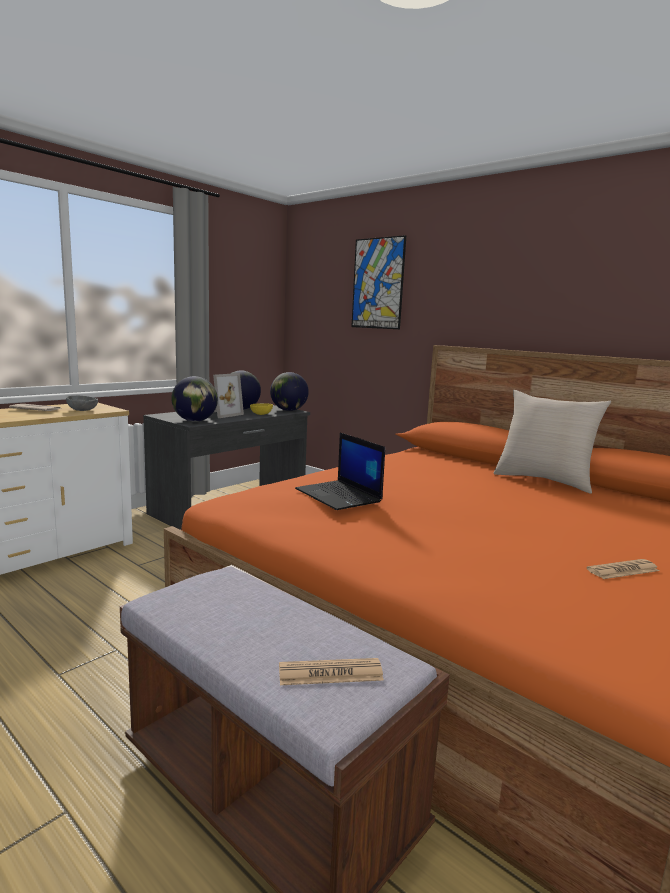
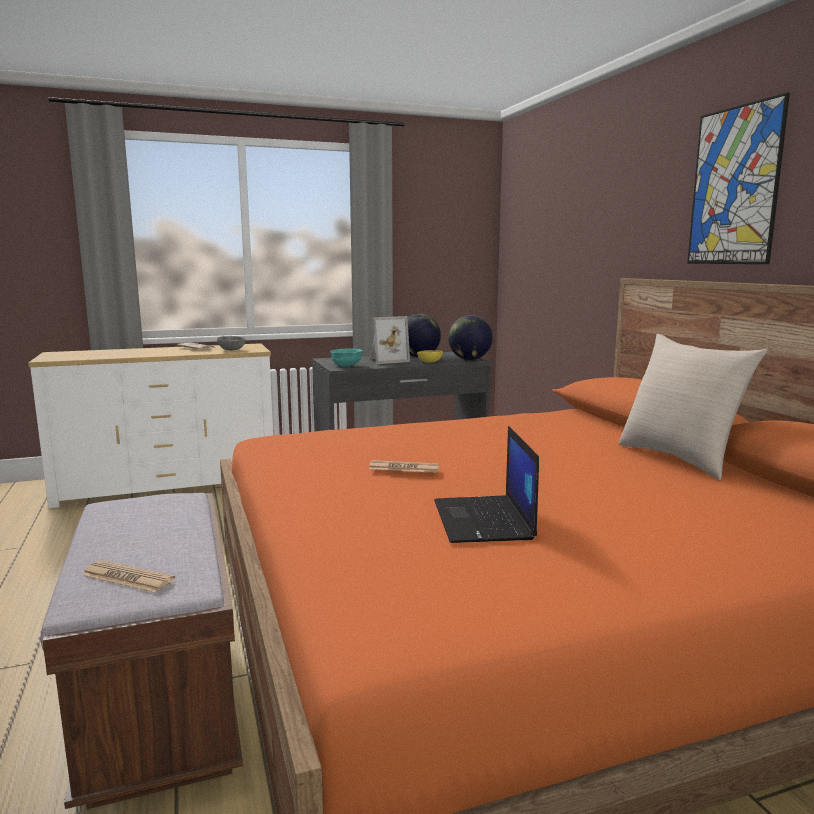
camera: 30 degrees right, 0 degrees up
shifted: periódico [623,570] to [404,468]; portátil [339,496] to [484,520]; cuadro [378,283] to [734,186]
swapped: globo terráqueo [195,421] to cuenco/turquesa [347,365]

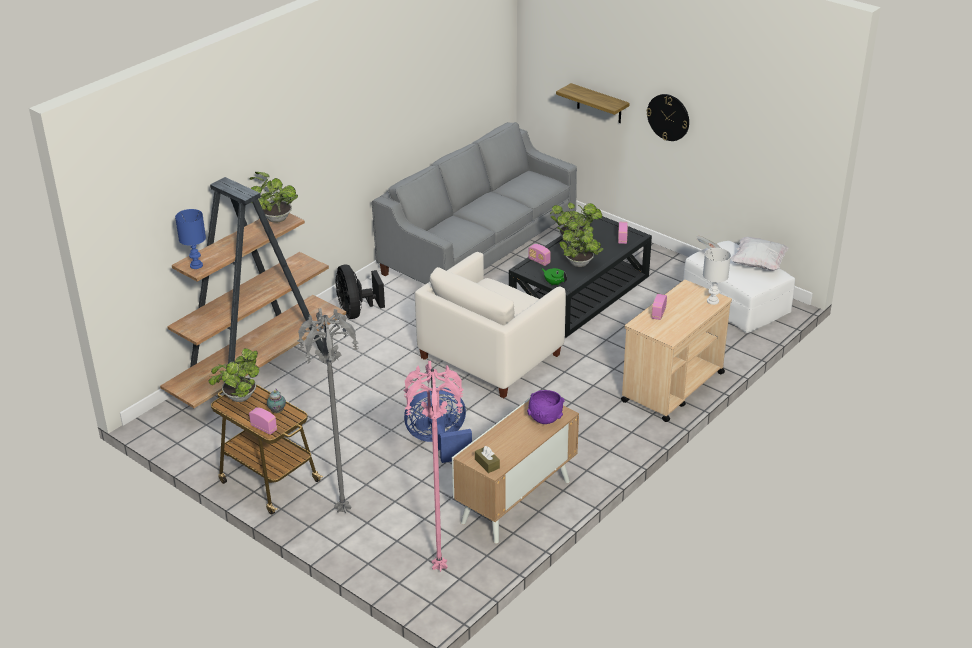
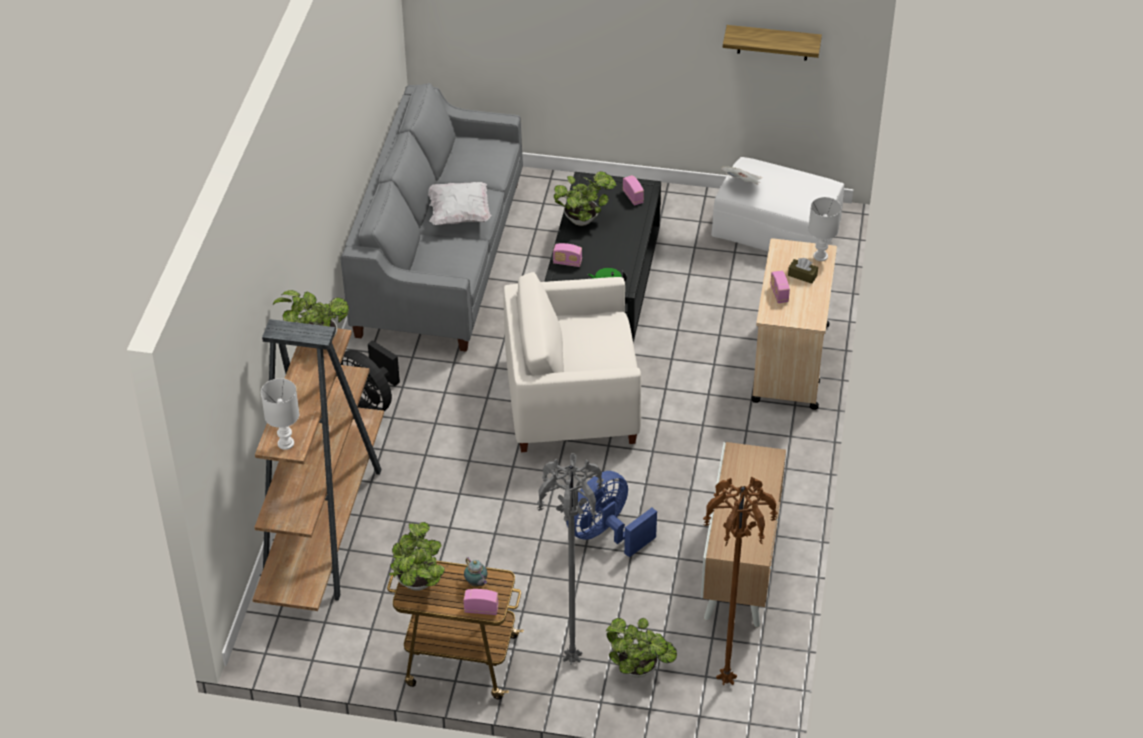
camera: 30 degrees left, 10 degrees up
gone: cuenco/morado [545,419]; reloj de pared [668,117]
shifted: cojín/blanco [758,264] to [459,214]; planta en maceta [580,264] to [640,670]; estante [599,104] to [773,42]; caja de pañuelos/marrón [487,464] to [802,275]
repainted: lámpara de mesa/azul [197,265] to lámpara de mesa/blanco [286,443]; lámpara de pie/rosa [439,570] to lámpara de pie/marrón [727,682]
rotated: sillón/blanco [491,356] = [571,400] 75 degrees clockwise

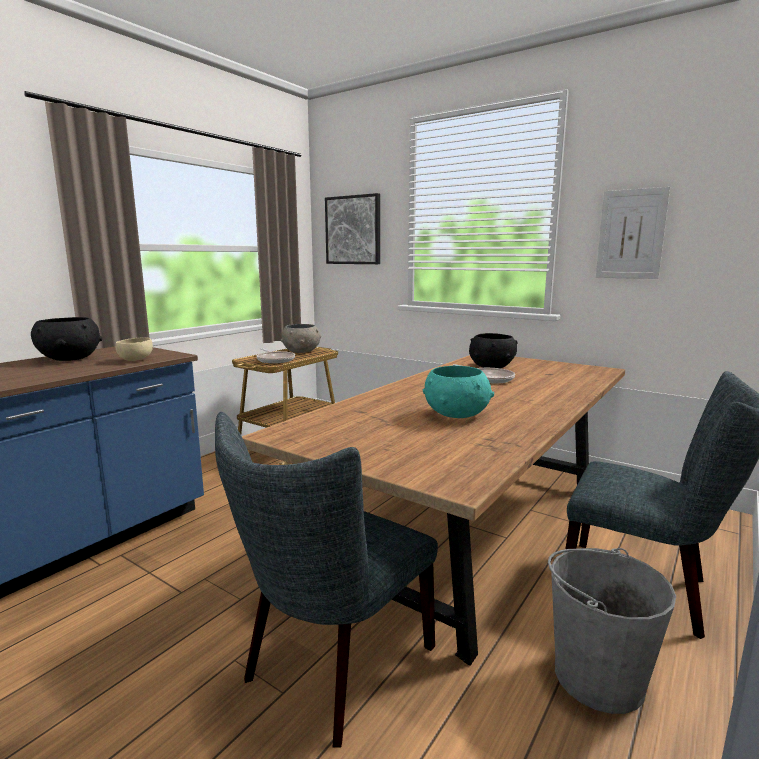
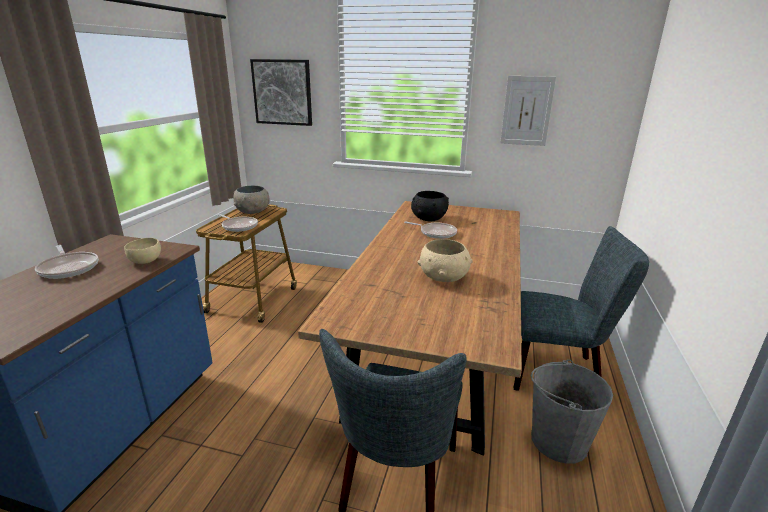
camera: 20 degrees left, 10 degrees up
swapped: cuenco/negro [69,359] to sartén [69,268]
repainted: cuenco/turquesa [456,415] to cuenco/beis [443,278]

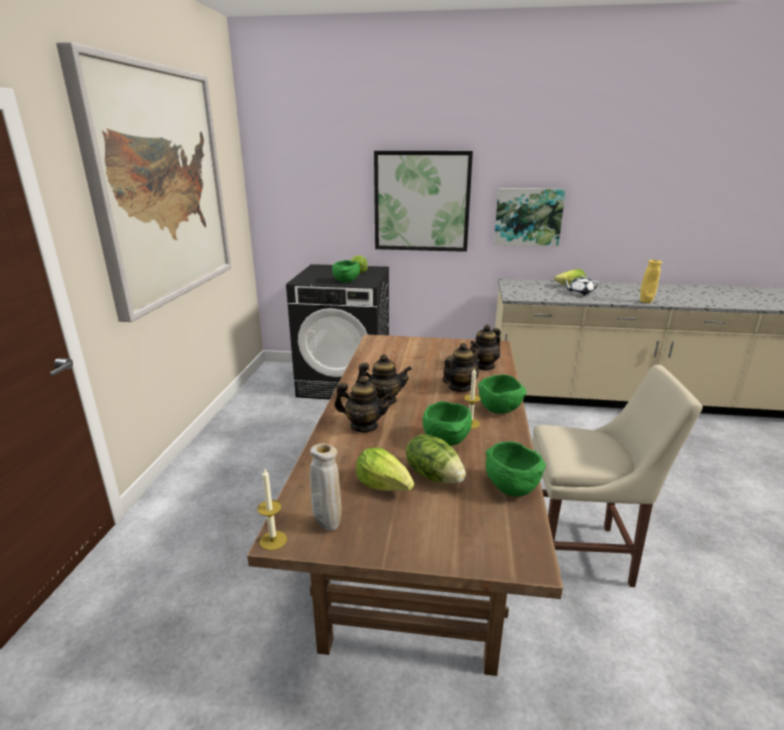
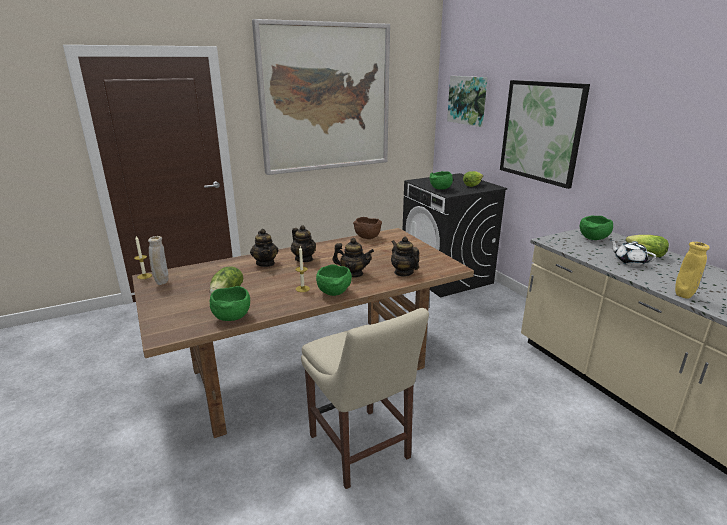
camera: 55 degrees right, 0 degrees up
gone: lechuga [384,485]
new: cuenco/marrón [367,238]
shifted: cuadro [528,217] to [467,100]; cuenco/verde [447,441] to [593,239]
rotated: tetera [484,366] = [403,272] 45 degrees clockwise

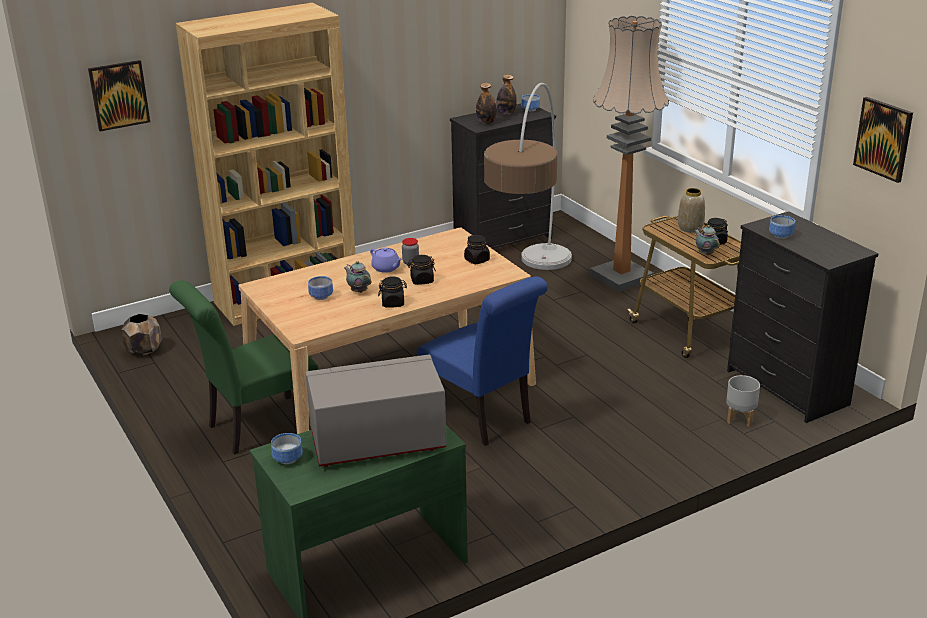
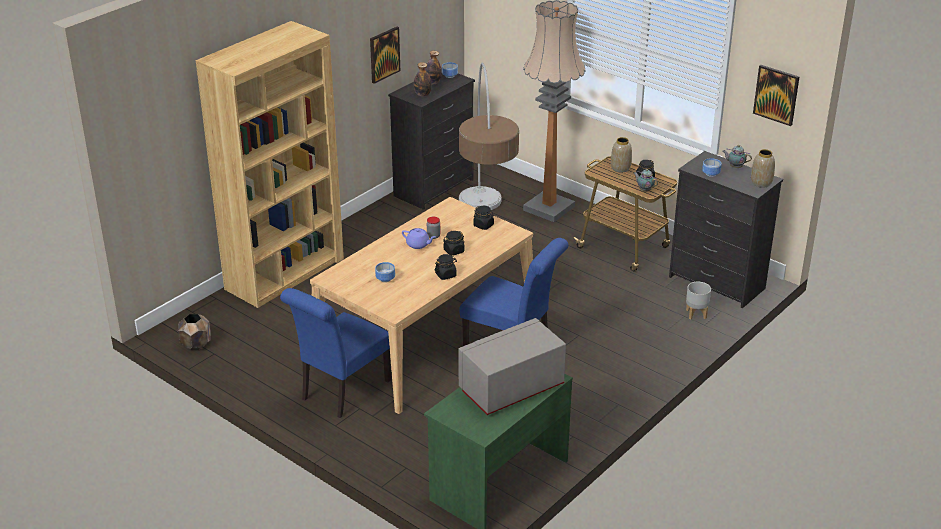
camera: 20 degrees left, 5 degrees up
gone: cuenco [289,458]
new: florero [761,183]
shifted: cuadro [119,95] to [384,54]; tetera [358,291] to [735,167]
repainted: silla/verde [256,427] to silla/azul [341,392]

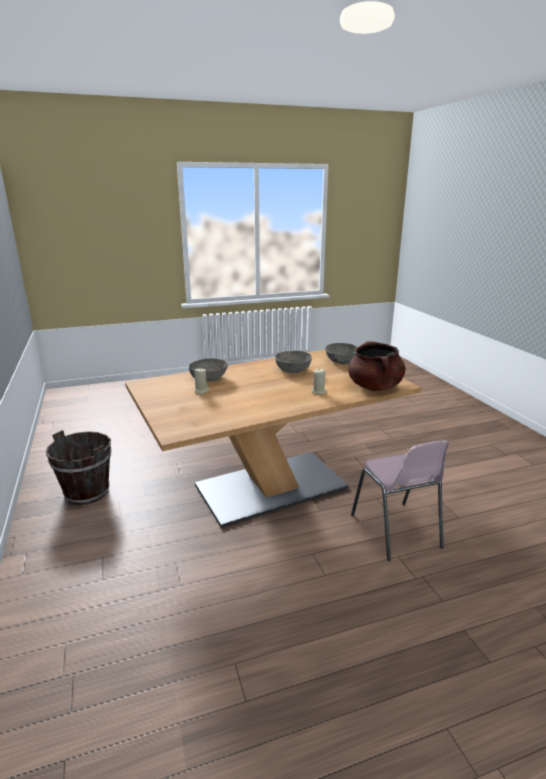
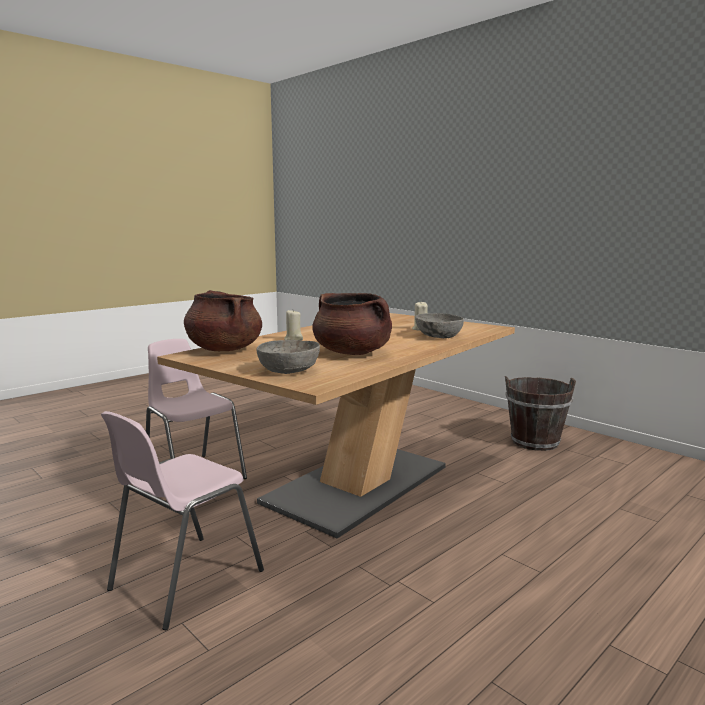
camera: 155 degrees right, 10 degrees down
new: silla/rosa [184,580]
swapped: cuenco/gris [293,370] to olla/marrón [353,353]

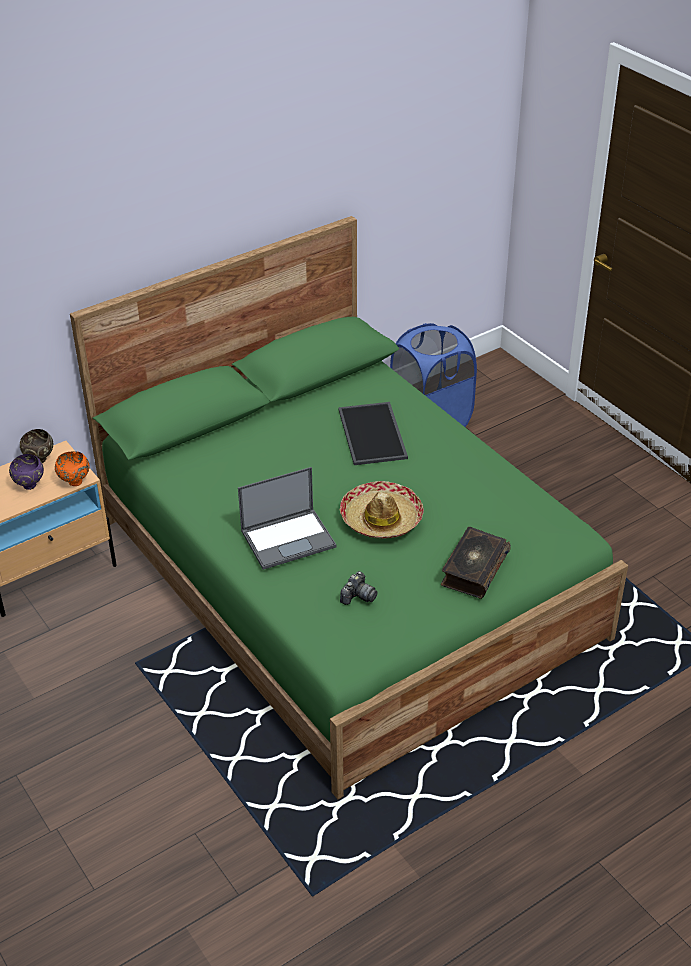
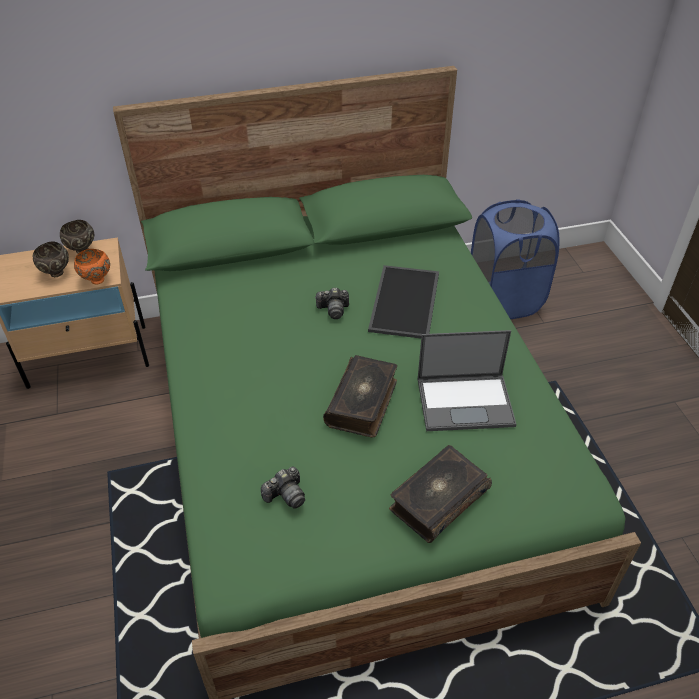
camera: 20 degrees right, 5 degrees up
new: cámara [333,309]
shifted: portátil [289,538] to [466,401]
swapped: sombrero [381,519] to libro [363,403]
repainted: cuenco/morado [29,486] to cuenco/marrón [56,274]

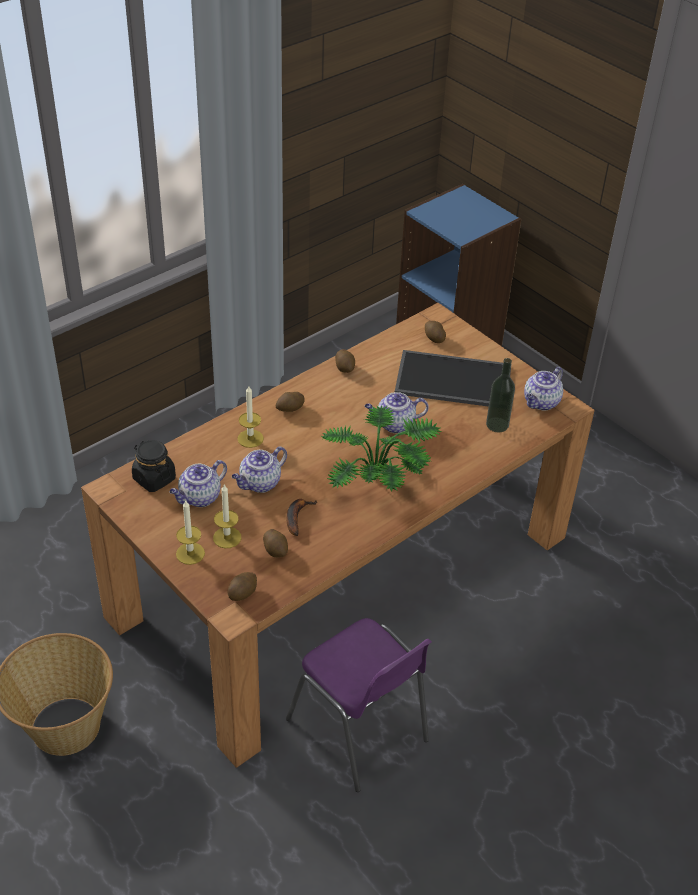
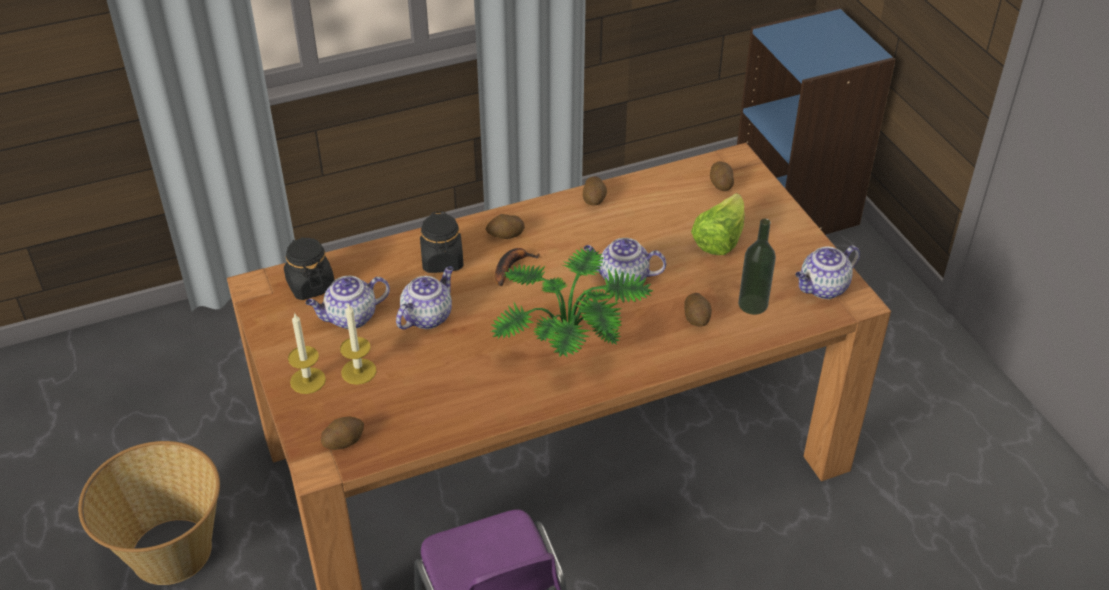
camera: 20 degrees right, 0 degrees up
shifted: plátano [296,517] to [511,267]; patata [276,550] to [697,318]
swapped: vela [250,438] to tarro/negro [442,261]; bandeja [452,381] to lechuga [719,240]
rotated: tetera [259,483] = [427,316] 150 degrees clockwise

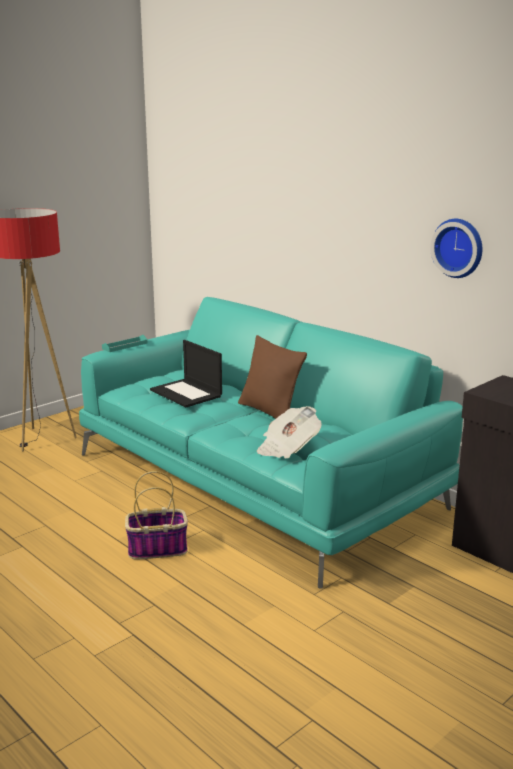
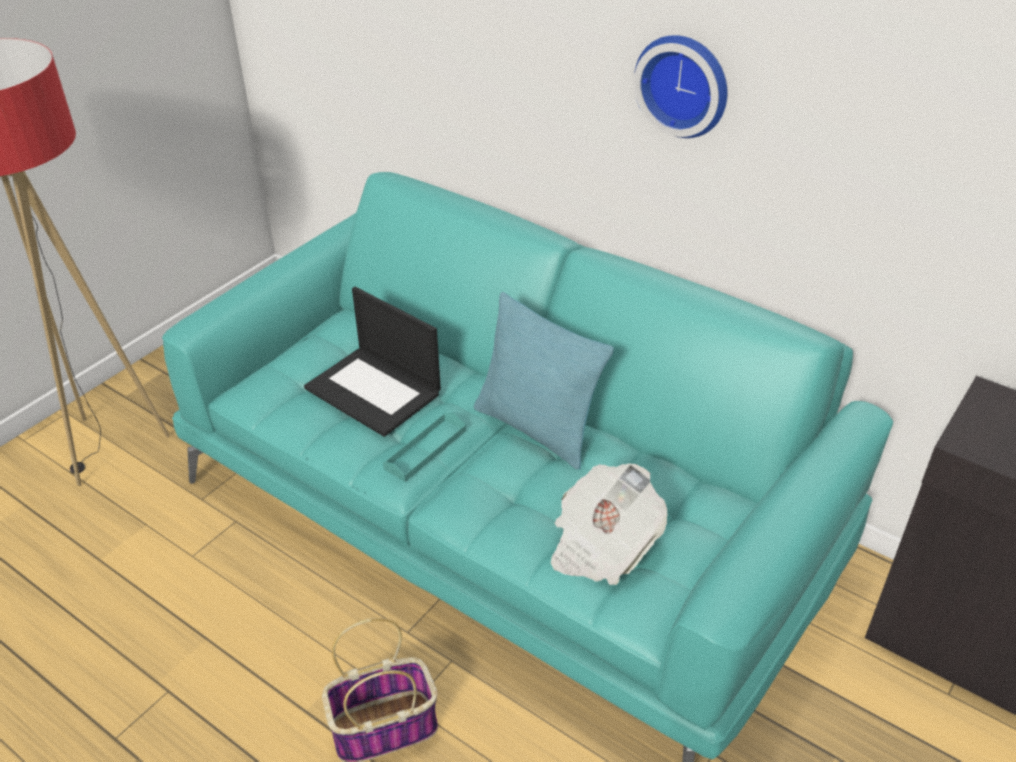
camera: 10 degrees left, 20 degrees up
shifted: bandeja/turquesa [125,346] to [425,449]; reloj de pared [459,247] to [684,84]
repainted: cojín/marrón [269,412] to cojín/turquesa [537,429]

